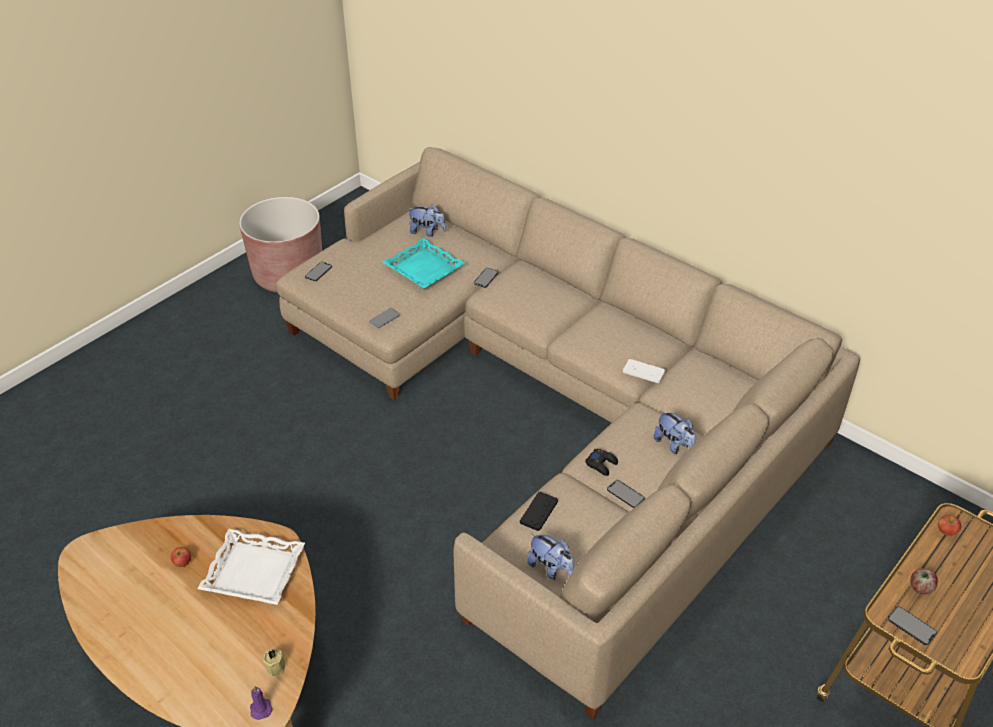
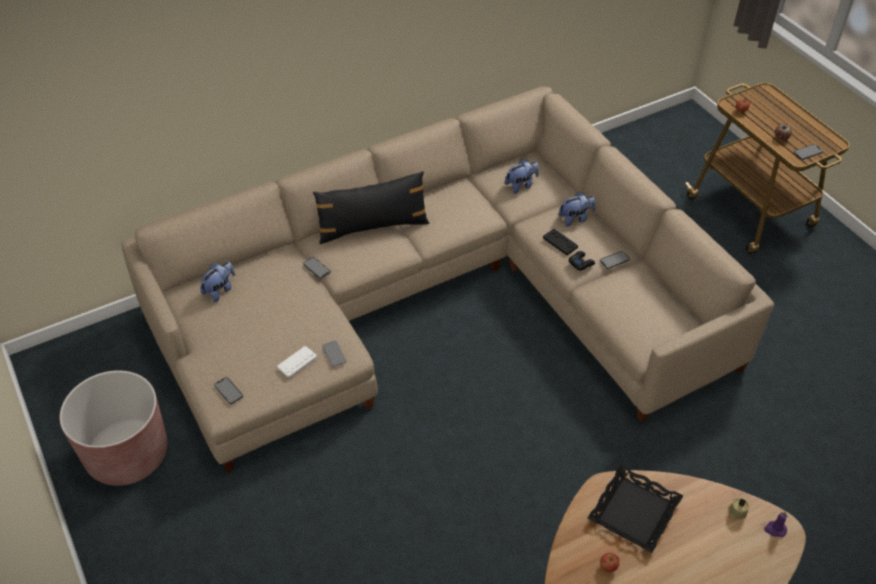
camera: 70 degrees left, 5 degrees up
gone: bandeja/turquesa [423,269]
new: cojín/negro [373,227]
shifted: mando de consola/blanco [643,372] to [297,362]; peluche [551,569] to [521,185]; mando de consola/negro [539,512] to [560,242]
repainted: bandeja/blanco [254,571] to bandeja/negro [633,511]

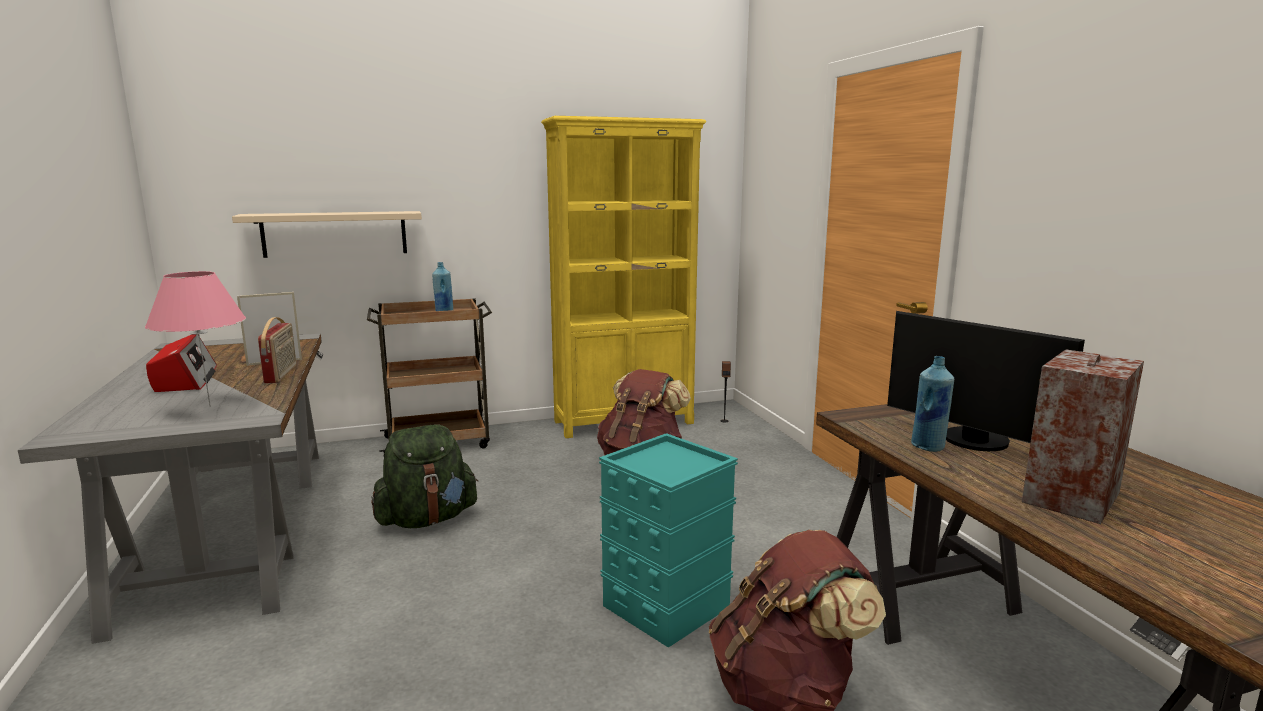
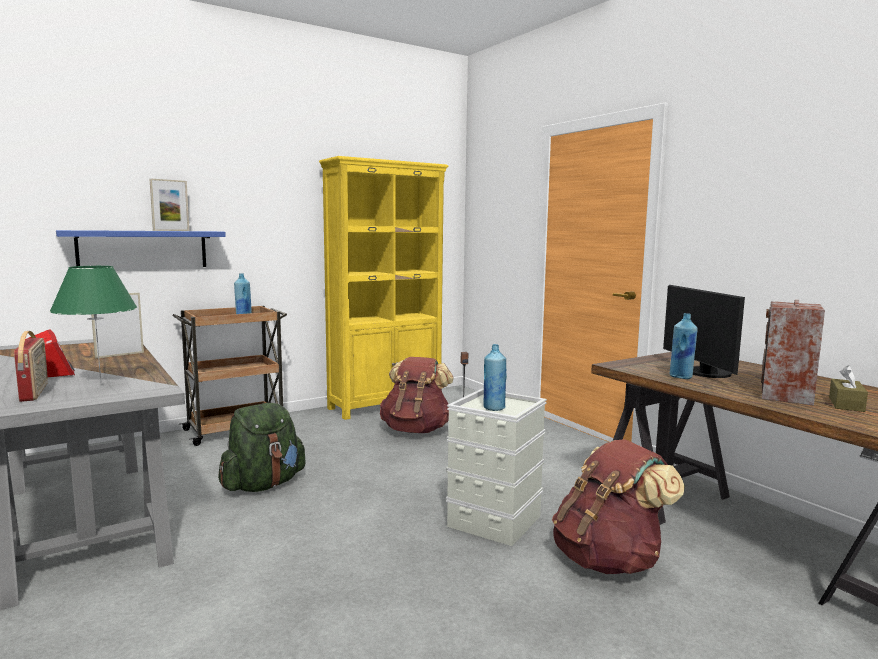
camera: 15 degrees left, 5 degrees down
new: portarretratos [171,230]; botella/azul [494,408]; caja de pañuelos/marrón [846,404]
shifted: radio [282,374] to [35,392]
repainted: lámpara de mesa/rosa [210,406] to lámpara de mesa/verde [101,385]; estante/beis [335,234] to estante/azul [143,249]; caja de almacenaje/turquesa [666,607] to caja de almacenaje/gris [495,522]
rotated: monitor [972,442] = [704,373] 45 degrees clockwise

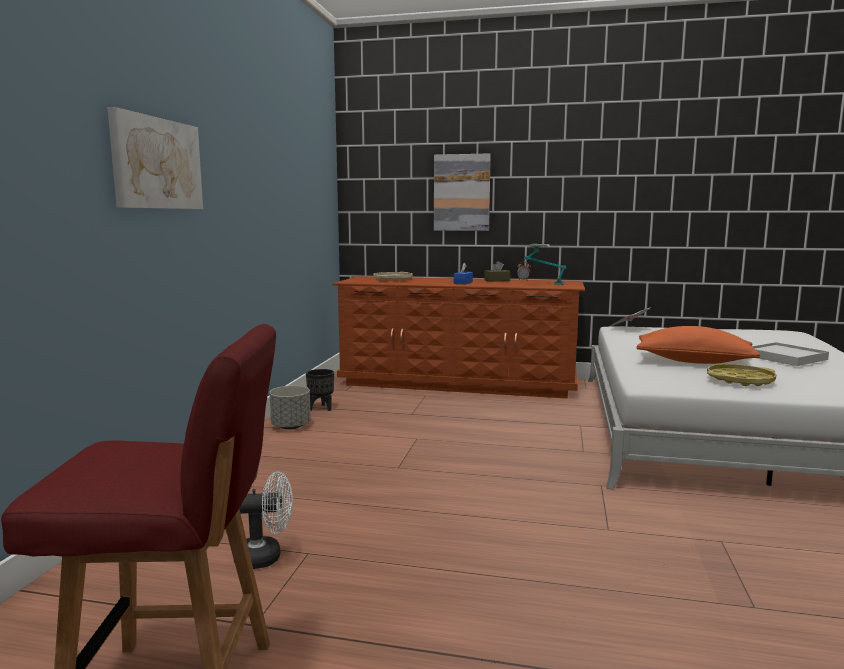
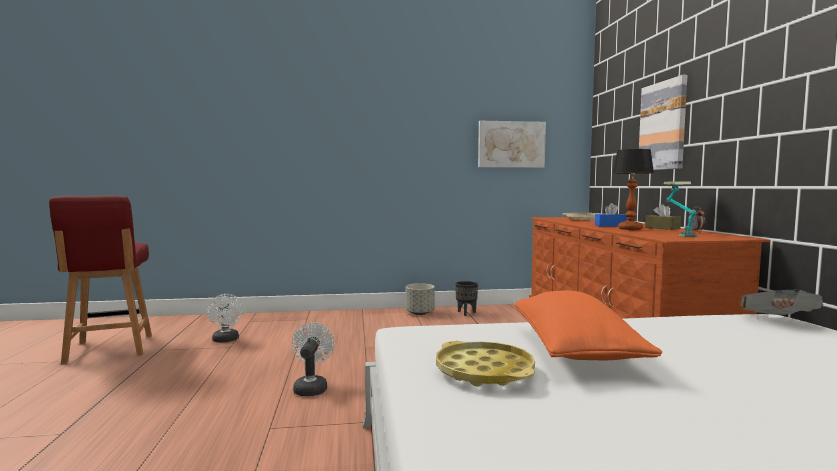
camera: 70 degrees right, 5 degrees down
gone: bandeja/blanco [785,357]
new: ventilador/blanco [311,387]; lámpara de mesa [629,229]
shifted: cuadro [157,164] to [511,144]

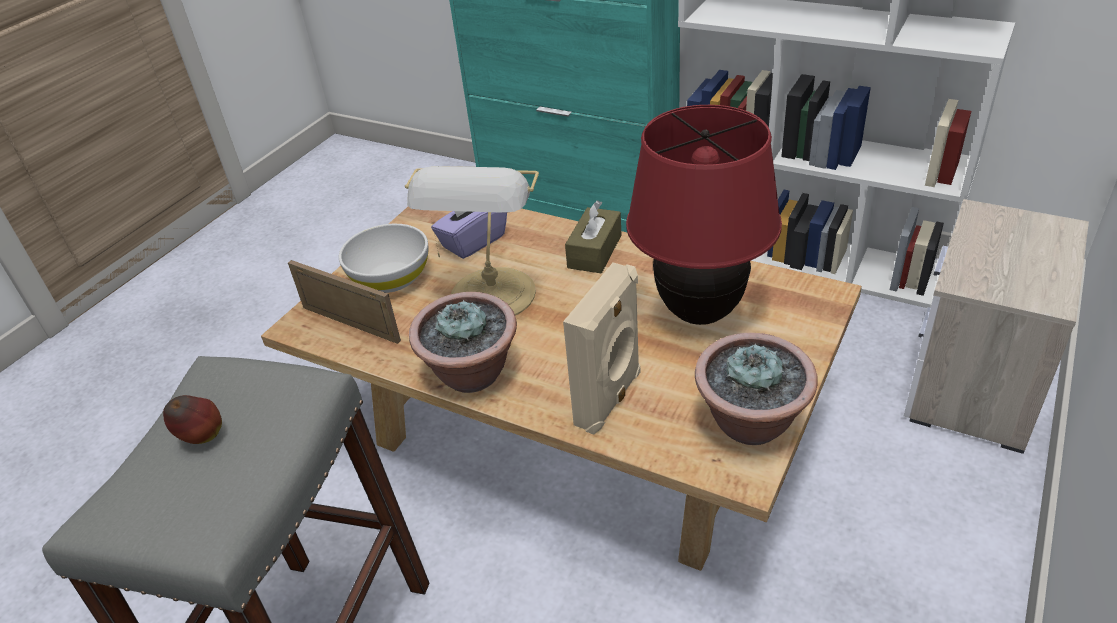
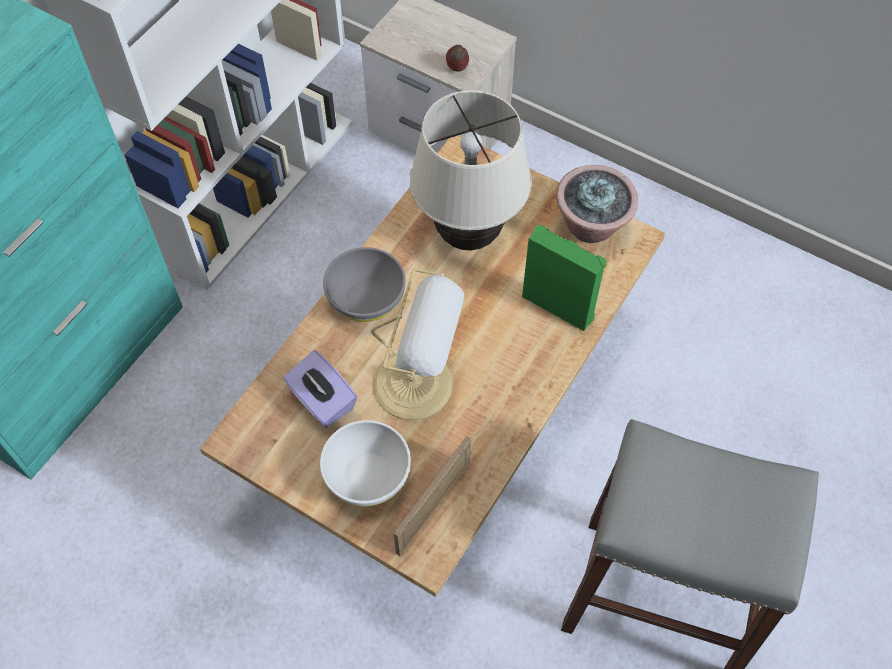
camera: 90 degrees left, 20 degrees up
gone: planta en maceta [472,374]
shifted: manzana [202,438] to [457,69]
swapped: caja de pañuelos/marrón [594,251] to cuenco/gris [366,299]
repainted: lámpara de mesa/rojo [699,313] to lámpara de mesa/beis [469,236]; altavoz/beis [610,399] to altavoz/verde [558,306]

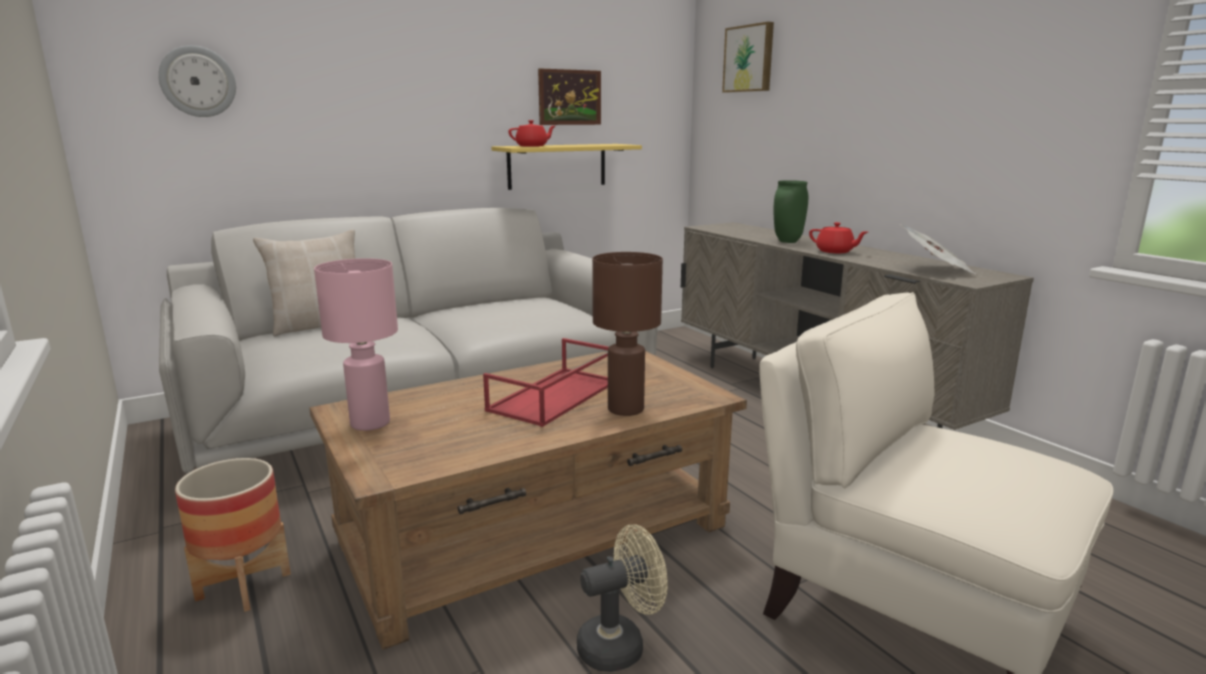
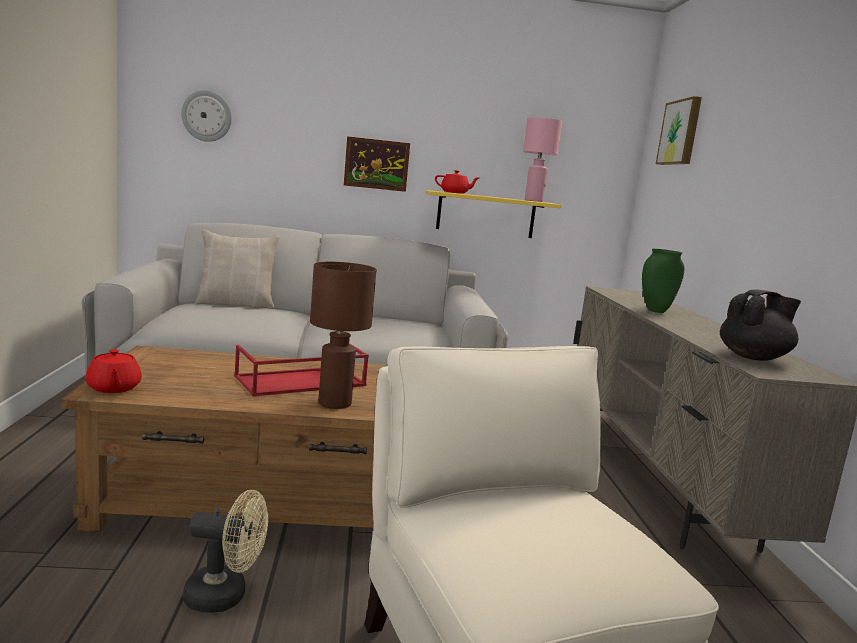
camera: 25 degrees right, 5 degrees down
gone: maceta [244,586]
shifted: tetera/rojo [835,251] to [113,388]; cuadro [569,97] to [376,164]; lámpara de mesa/rosa [369,423] to [533,201]
swapped: periódico [936,270] to tetera/negro [754,357]

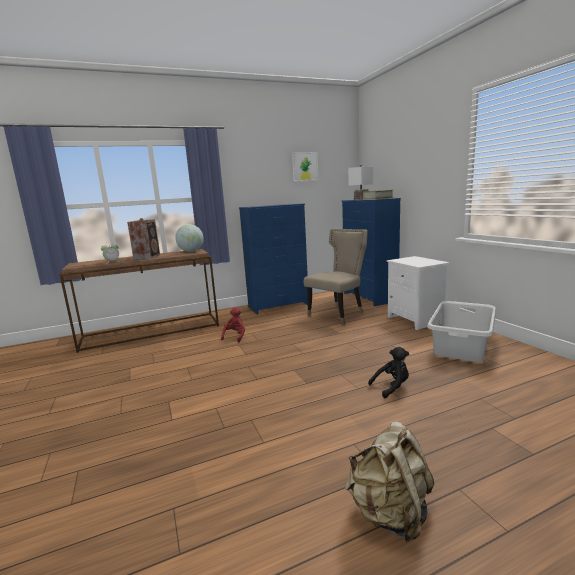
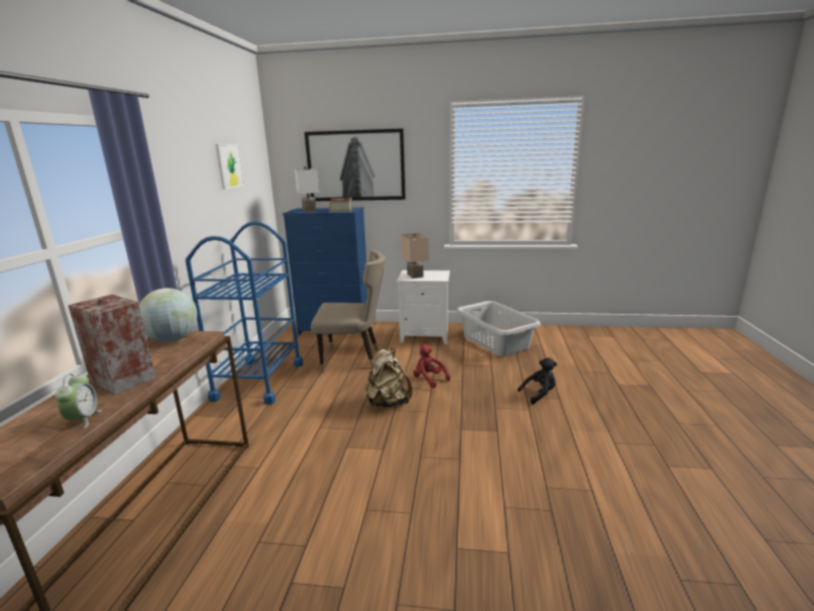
camera: 60 degrees left, 5 degrees up
new: cuadro [356,166]; lámpara de mesa/beis [414,275]
shifted: mochila/beis [390,513] to [388,402]; peluche/rojo [235,336] to [429,379]
swapped: cómoda/azul [279,306] to carrito/azul [259,381]
rotated: silla/beis [338,314] = [353,359] 105 degrees clockwise; peluche/negro [392,387] = [539,394] 60 degrees clockwise

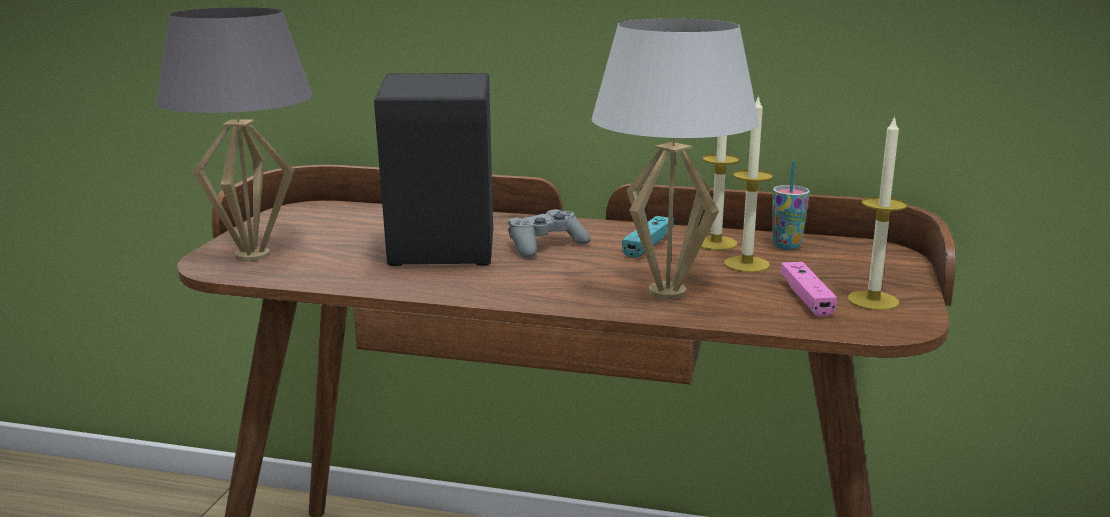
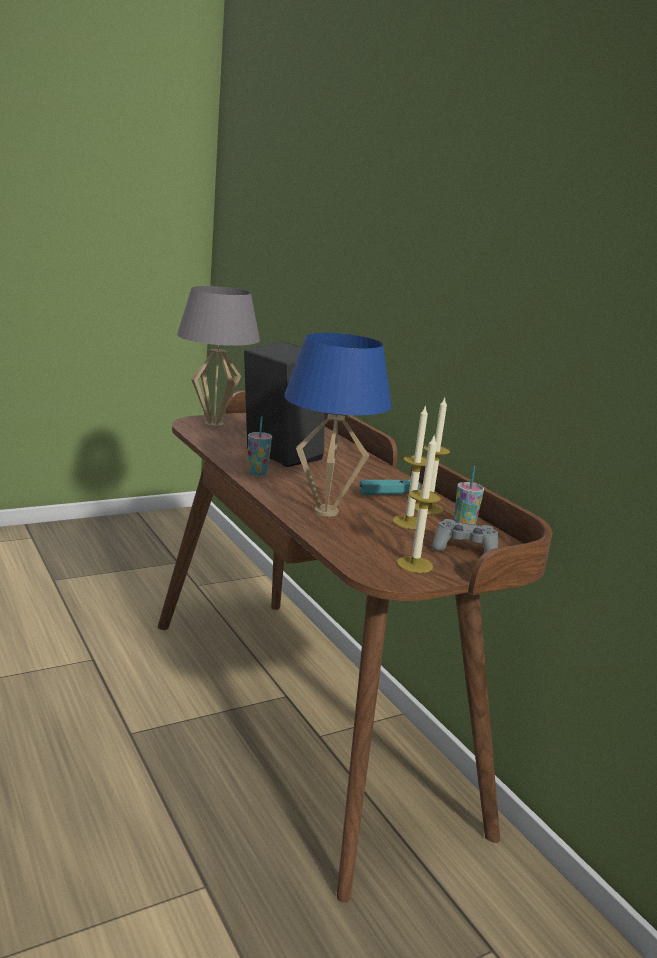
camera: 45 degrees right, 0 degrees up
gone: mando de consola/rosa [806,298]
new: taza [257,473]
shifted: mando de consola/gris [545,246] to [464,549]
repainted: lámpara de mesa/blanco [668,292] to lámpara de mesa/azul [326,512]

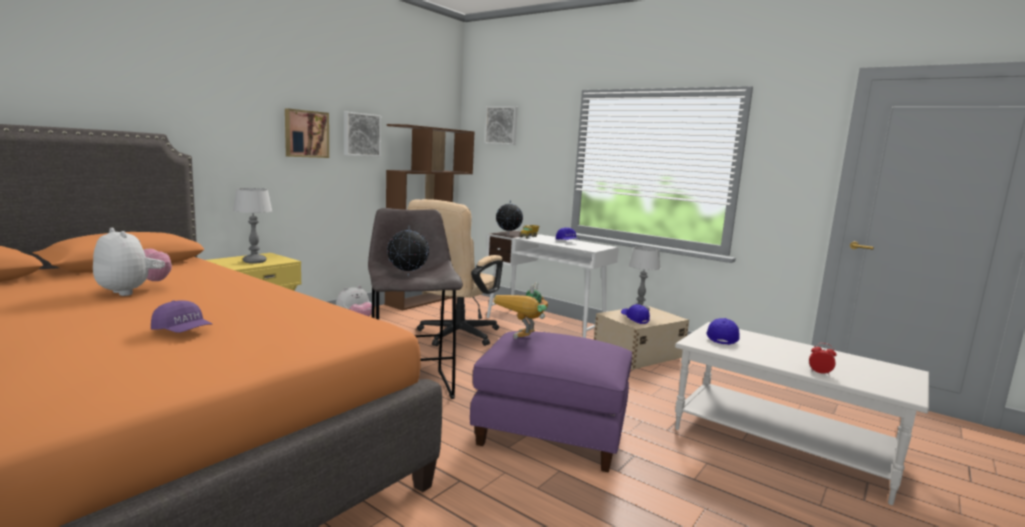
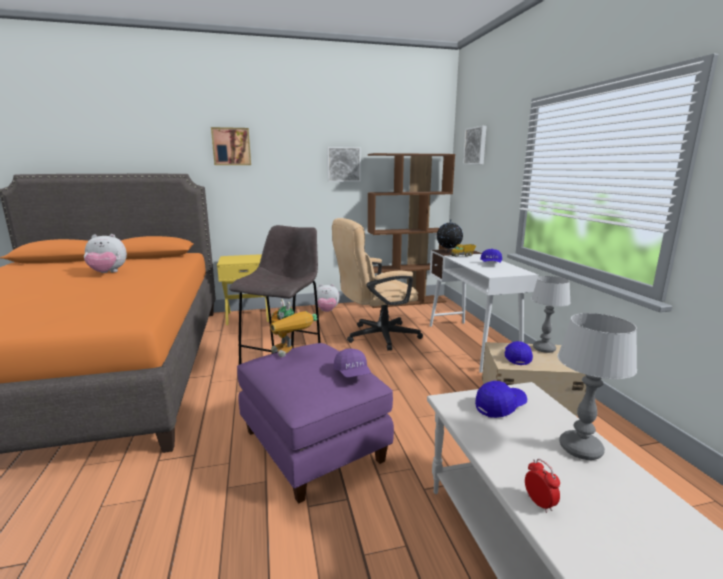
camera: 40 degrees right, 5 degrees up
gone: globo terráqueo [407,276]
shifted: cuadro [306,134] to [231,146]; gorra/morado [183,331] to [352,373]; lámpara de mesa [255,261] to [581,448]
rotated: peluche [133,291] = [107,273] 90 degrees clockwise; robot de juguete [524,340] = [291,353] 105 degrees counterclockwise

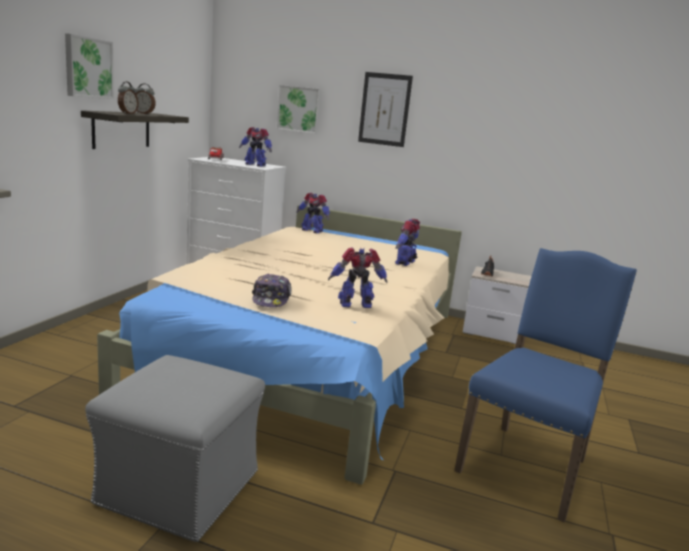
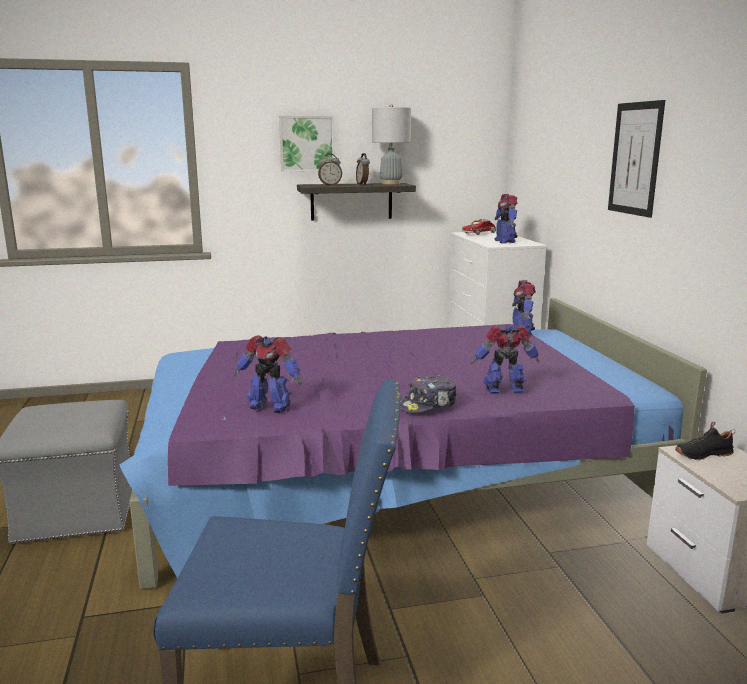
camera: 60 degrees right, 0 degrees up
gone: cuadro [299,109]
new: lámpara de mesa/gris [390,183]
shifted: gorra [271,299] to [427,405]
repainted: cama/beis [314,352] to cama/morado [391,476]
rotated: robot de juguete [356,305] = [269,406] 150 degrees clockwise

